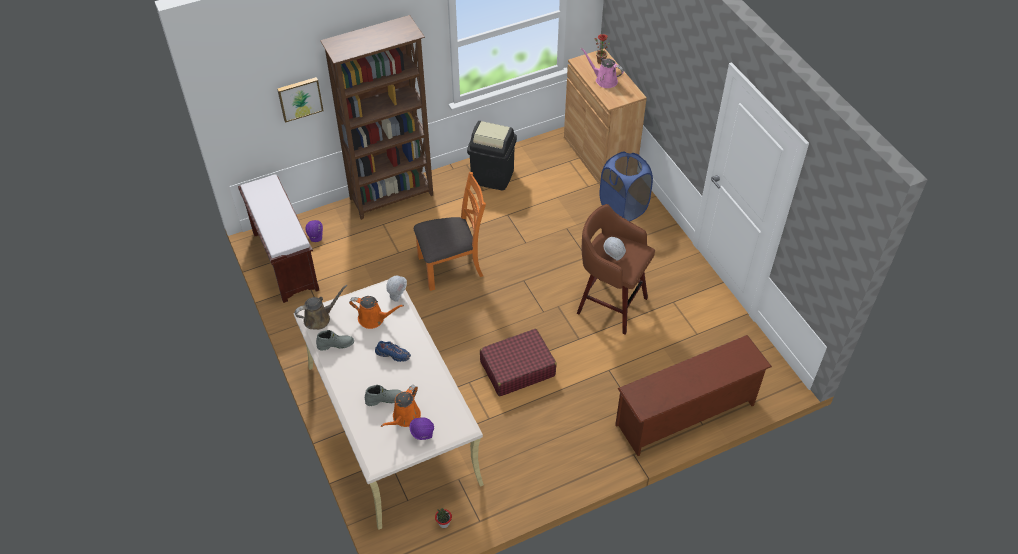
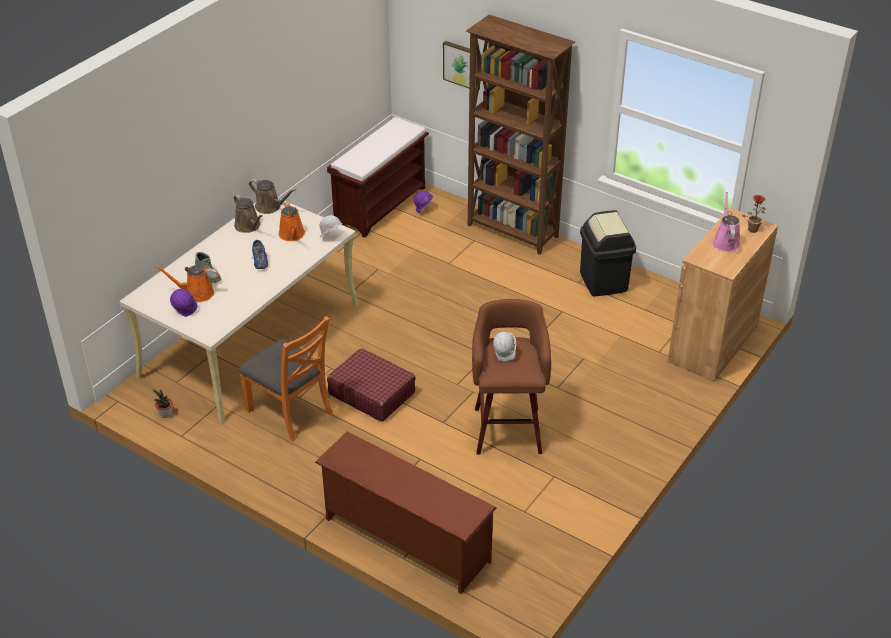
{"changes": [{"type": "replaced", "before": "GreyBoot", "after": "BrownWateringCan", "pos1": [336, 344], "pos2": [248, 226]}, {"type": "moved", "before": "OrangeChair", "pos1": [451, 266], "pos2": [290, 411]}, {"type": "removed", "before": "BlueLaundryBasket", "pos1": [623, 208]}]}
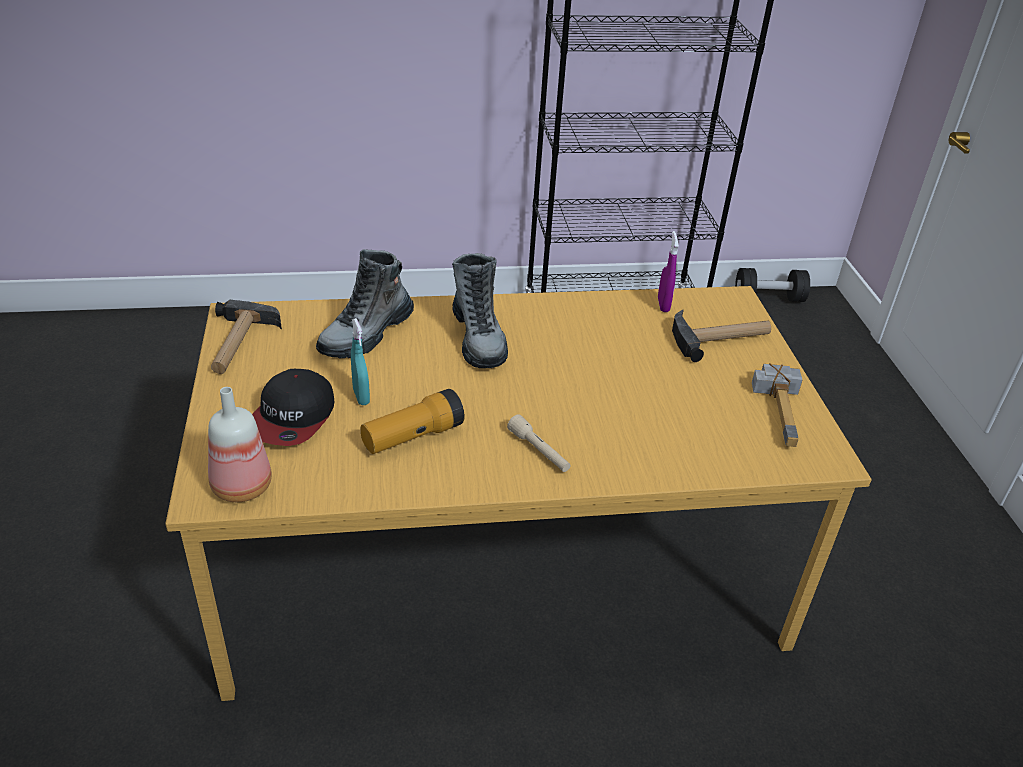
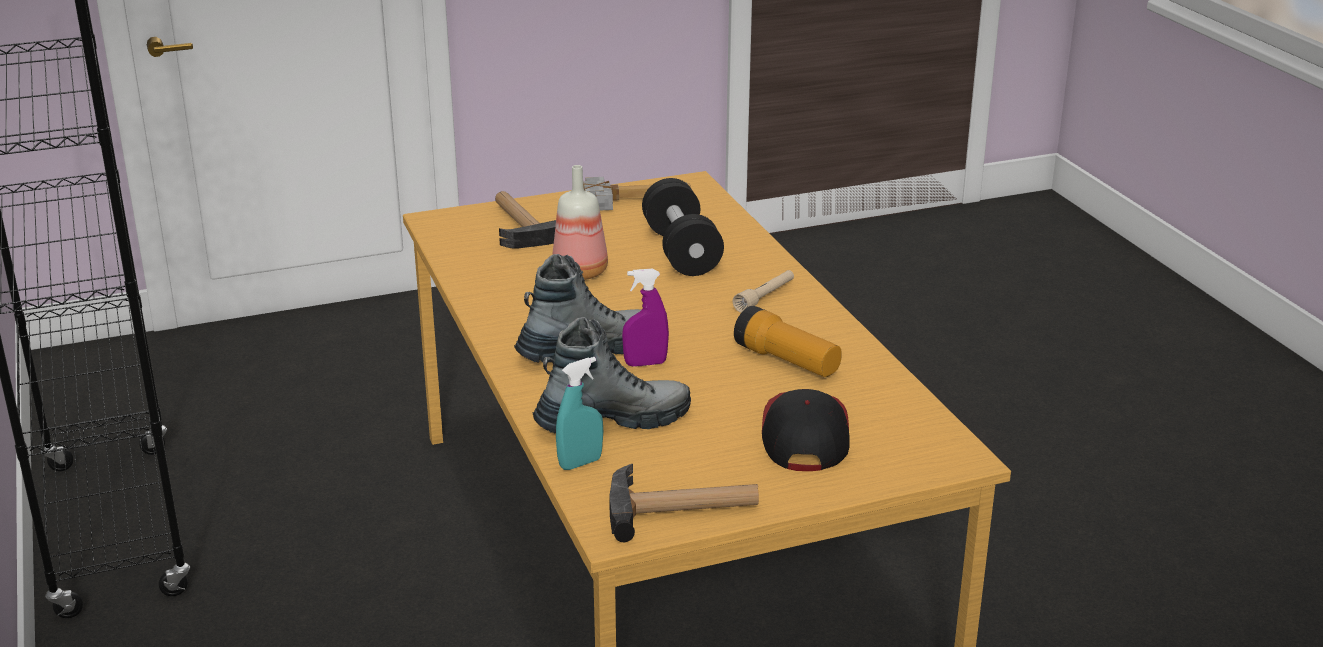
{"changes": [{"type": "moved", "before": "Bottle", "pos1": [241, 488], "pos2": [582, 272]}, {"type": "turned", "before": "Cap", "pos1": [292, 418], "pos2": [804, 435], "turn": -90}, {"type": "turned", "before": "Boot", "pos1": [366, 334], "pos2": [613, 420], "turn": -45}, {"type": "moved", "before": "TurquoiseSprayBottle", "pos1": [361, 396], "pos2": [580, 463]}, {"type": "moved", "before": "PurpleSprayBottle", "pos1": [663, 305], "pos2": [645, 363]}, {"type": "moved", "before": "BlackDumbbell", "pos1": [768, 298], "pos2": [681, 251]}]}
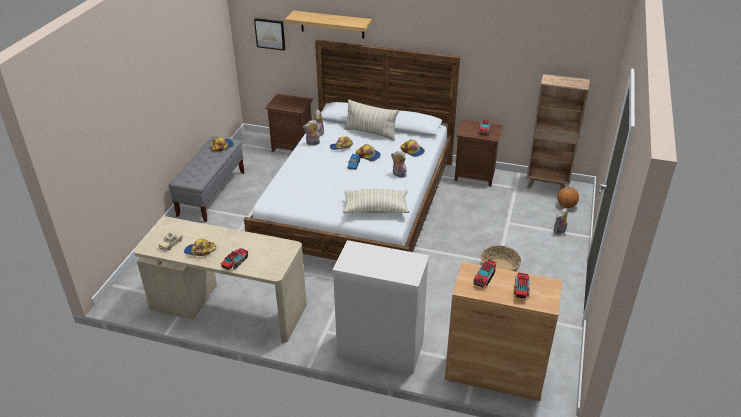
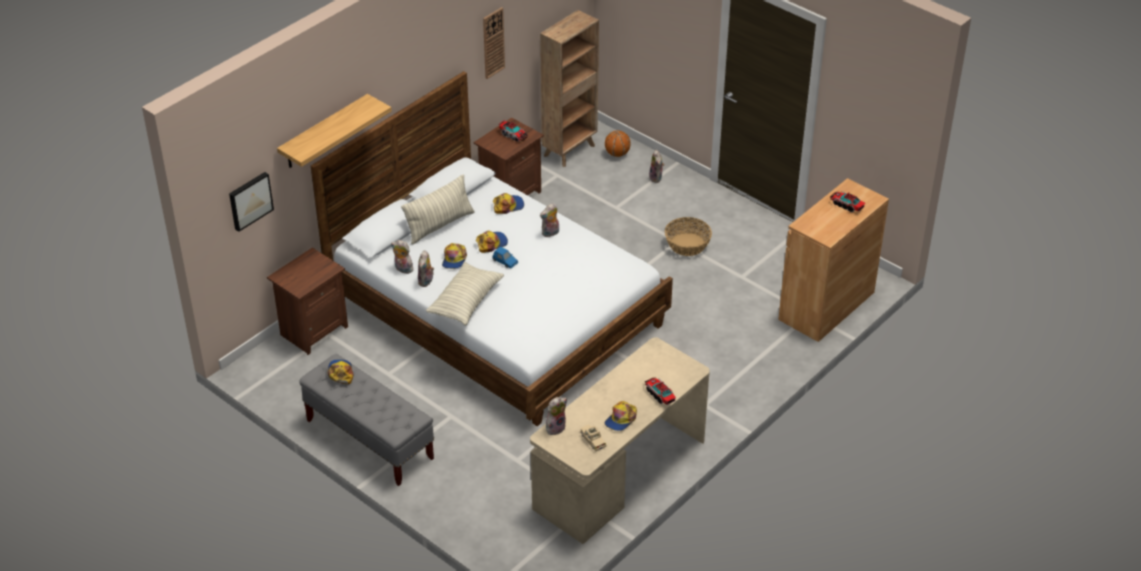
{"changes": [{"type": "removed", "before": "WhiteDresser", "pos1": [379, 348]}, {"type": "moved", "before": "Pillow", "pos1": [376, 209], "pos2": [465, 302]}, {"type": "removed", "before": "ToyTruck", "pos1": [484, 278]}, {"type": "added", "after": "WallClock", "pos2": [493, 43]}, {"type": "added", "after": "PlushToy", "pos2": [555, 427]}]}
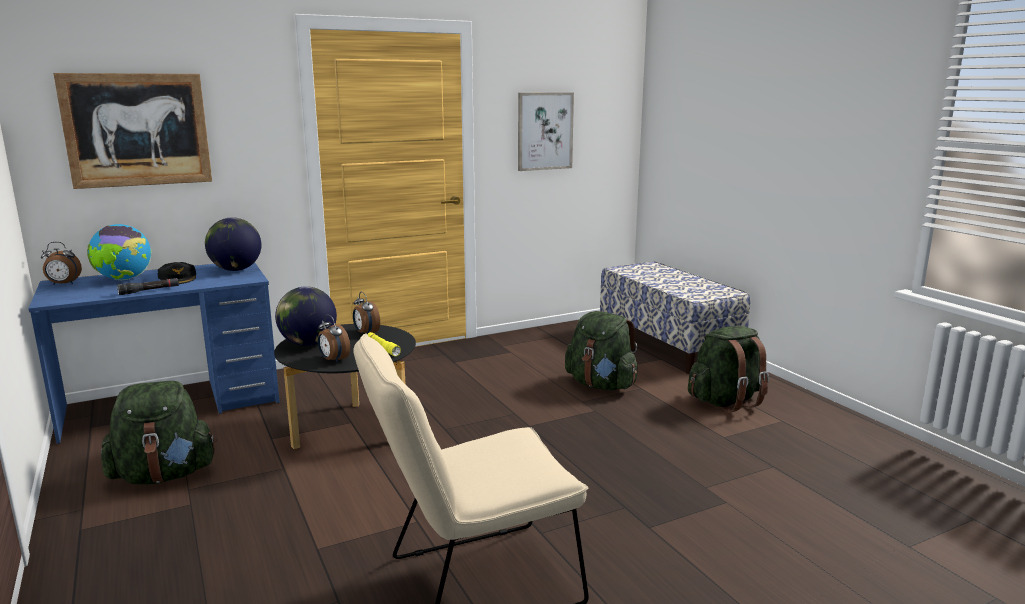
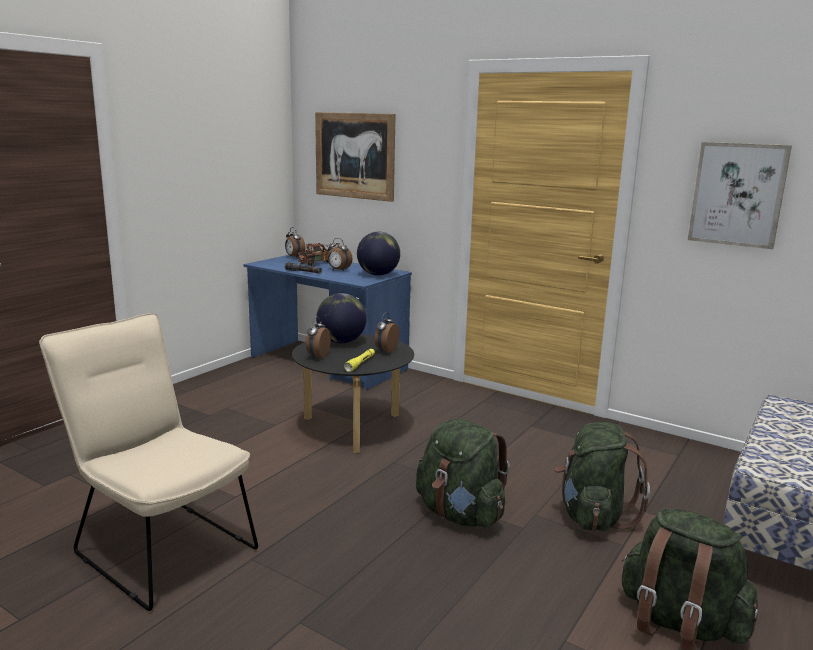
{"changes": [{"type": "replaced", "before": "Globe", "after": "ToyTruck", "pos1": [124, 279], "pos2": [320, 263]}, {"type": "moved", "before": "GreenBackpack", "pos1": [164, 475], "pos2": [460, 514]}, {"type": "replaced", "before": "BlackCap", "after": "AlarmClock", "pos1": [178, 278], "pos2": [338, 270]}]}
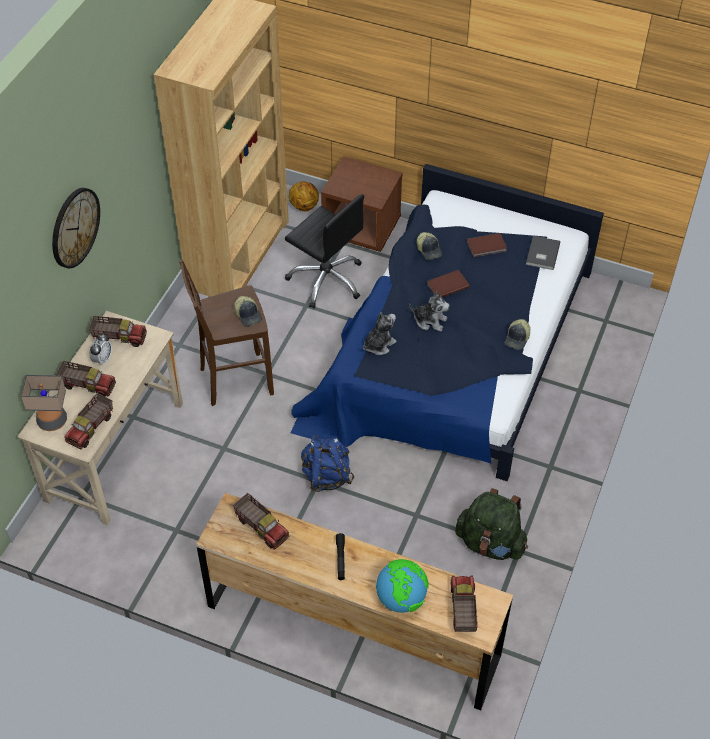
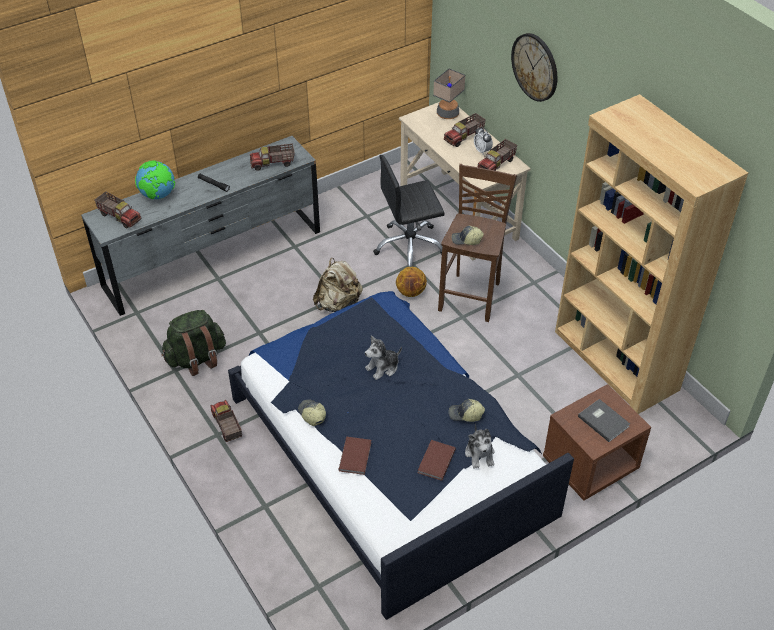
{"changes": [{"type": "moved", "before": "ToyTruck", "pos1": [91, 428], "pos2": [226, 426]}, {"type": "recoloured", "before": "BrownDresser", "after": "GreyDresser", "pos1": [352, 630], "pos2": [213, 259]}, {"type": "moved", "before": "BlackOfficeChair", "pos1": [326, 279], "pos2": [409, 247]}, {"type": "moved", "before": "Basketball", "pos1": [304, 206], "pos2": [411, 292]}, {"type": "recoloured", "before": "BlueBackpack", "after": "BeigeBackpack", "pos1": [326, 476], "pos2": [338, 303]}, {"type": "moved", "before": "PlushToy", "pos1": [378, 344], "pos2": [480, 454]}, {"type": "moved", "before": "BrownBook", "pos1": [447, 285], "pos2": [356, 456]}, {"type": "moved", "before": "GreyBook", "pos1": [541, 254], "pos2": [603, 420]}]}
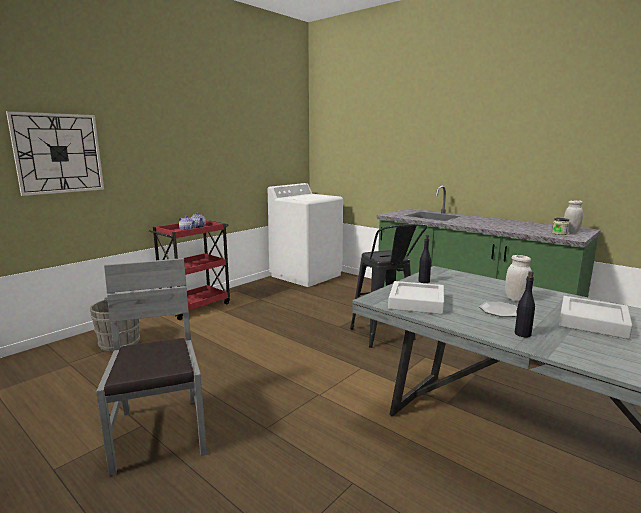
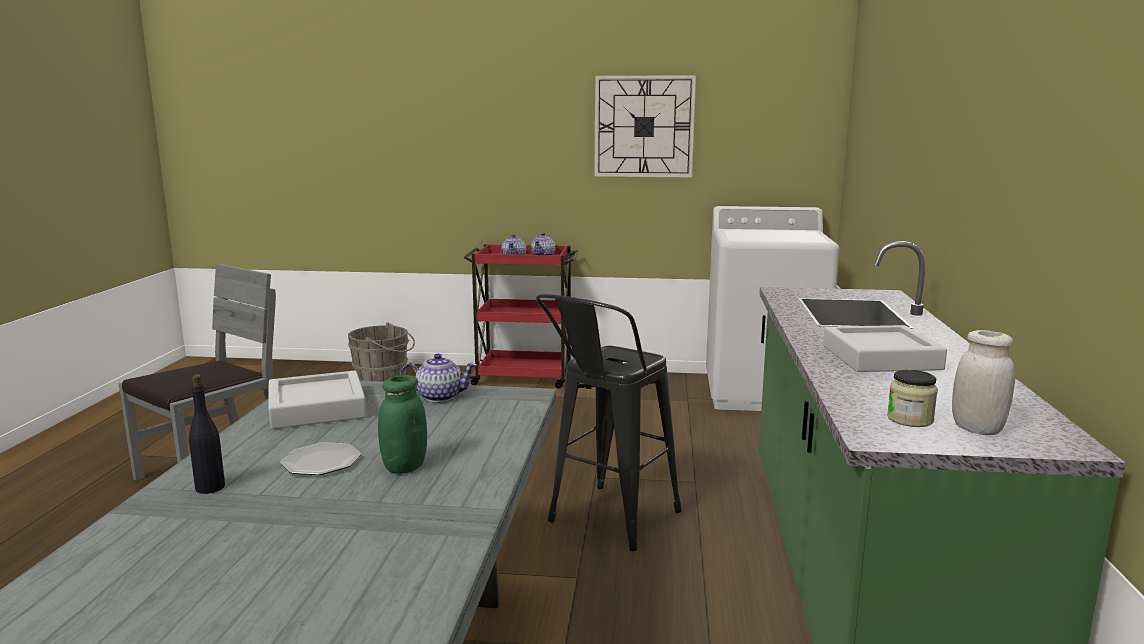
{"changes": [{"type": "moved", "before": "WallClock", "pos1": [58, 153], "pos2": [644, 126]}, {"type": "replaced", "before": "BlackBottle", "after": "Teapot", "pos1": [424, 281], "pos2": [439, 396]}, {"type": "recoloured", "before": "WhiteJar", "after": "GreenJar", "pos1": [516, 299], "pos2": [404, 467]}, {"type": "moved", "before": "GreyTray", "pos1": [592, 322], "pos2": [880, 357]}]}
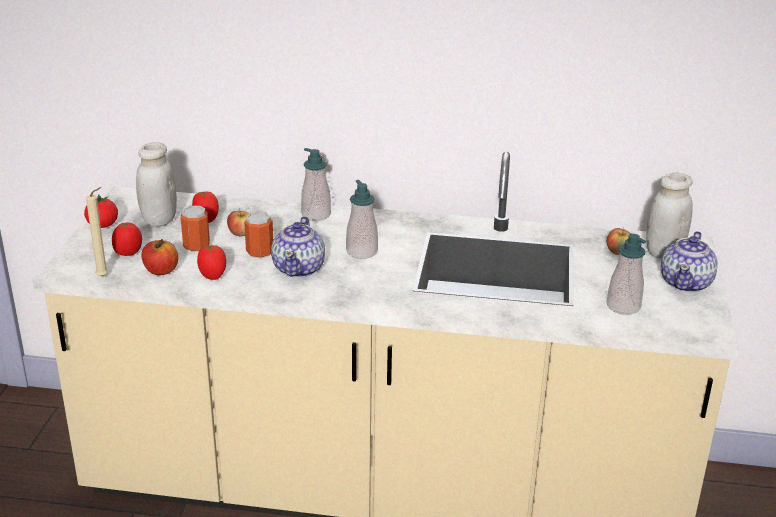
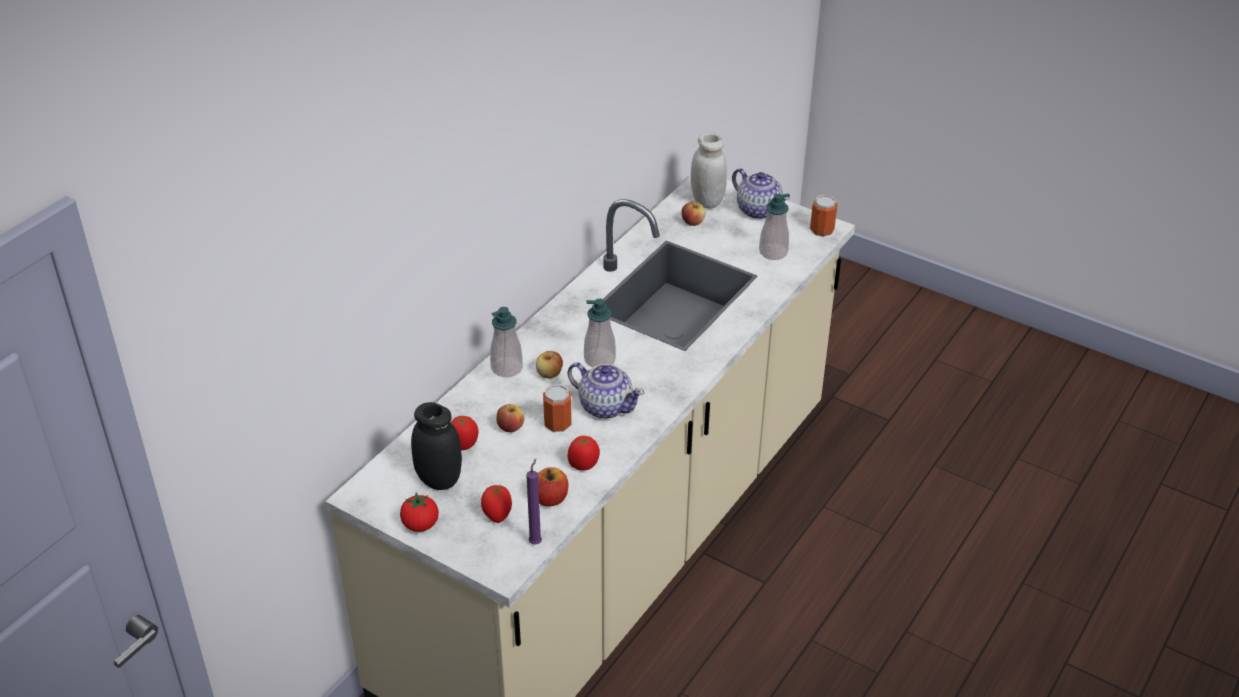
{"changes": [{"type": "recoloured", "before": "BeigeCandle", "after": "PurpleCandle", "pos1": [104, 276], "pos2": [536, 541]}, {"type": "recoloured", "before": "WhiteJar", "after": "BlackJar", "pos1": [159, 220], "pos2": [439, 479]}, {"type": "moved", "before": "Can", "pos1": [196, 246], "pos2": [822, 230]}, {"type": "added", "after": "Apple", "pos2": [549, 374]}]}
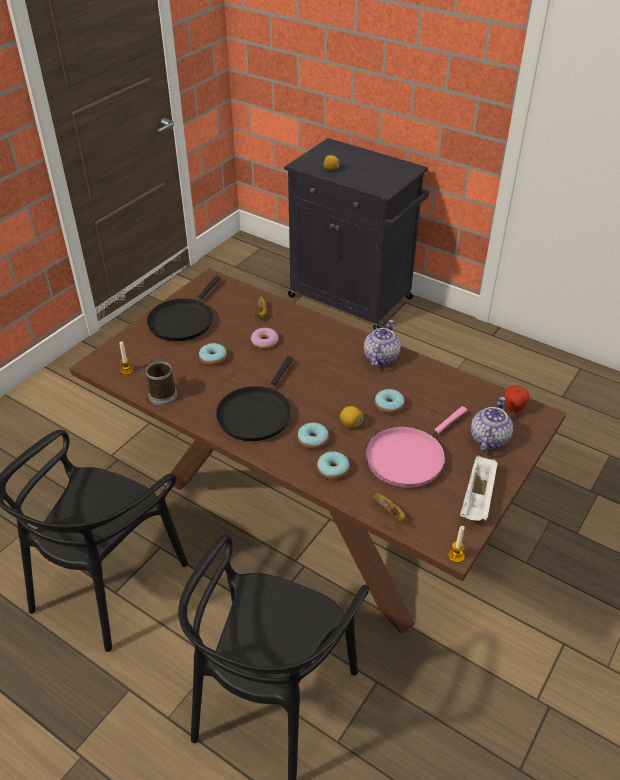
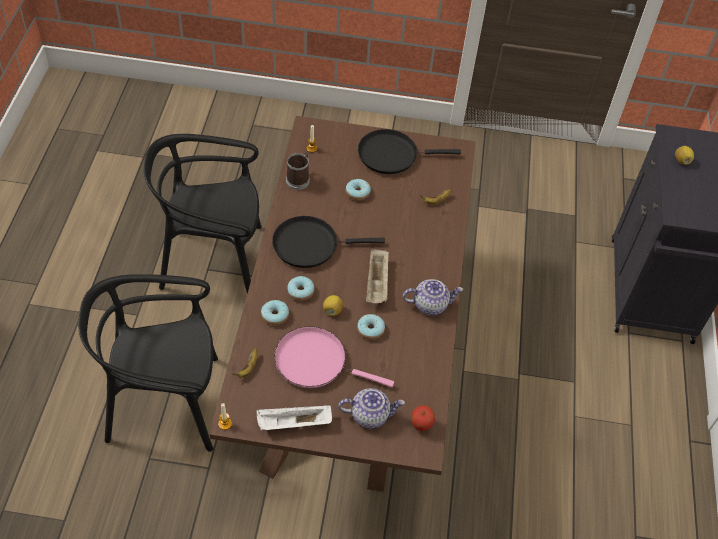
{"changes": [{"type": "removed", "before": "Donut", "pos1": [264, 341]}, {"type": "added", "after": "BeigeTray", "pos2": [377, 284]}]}
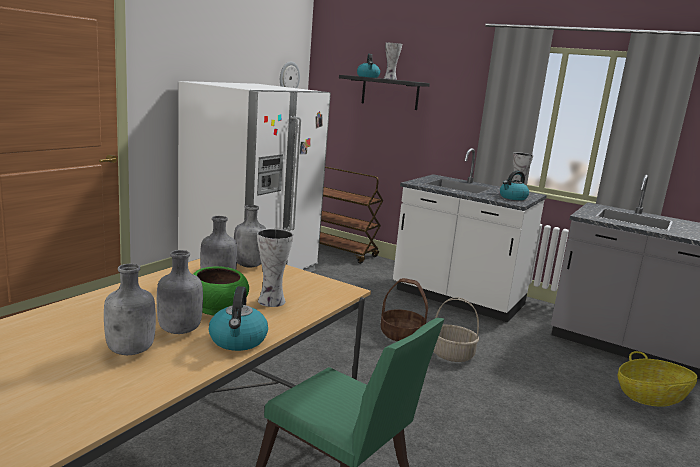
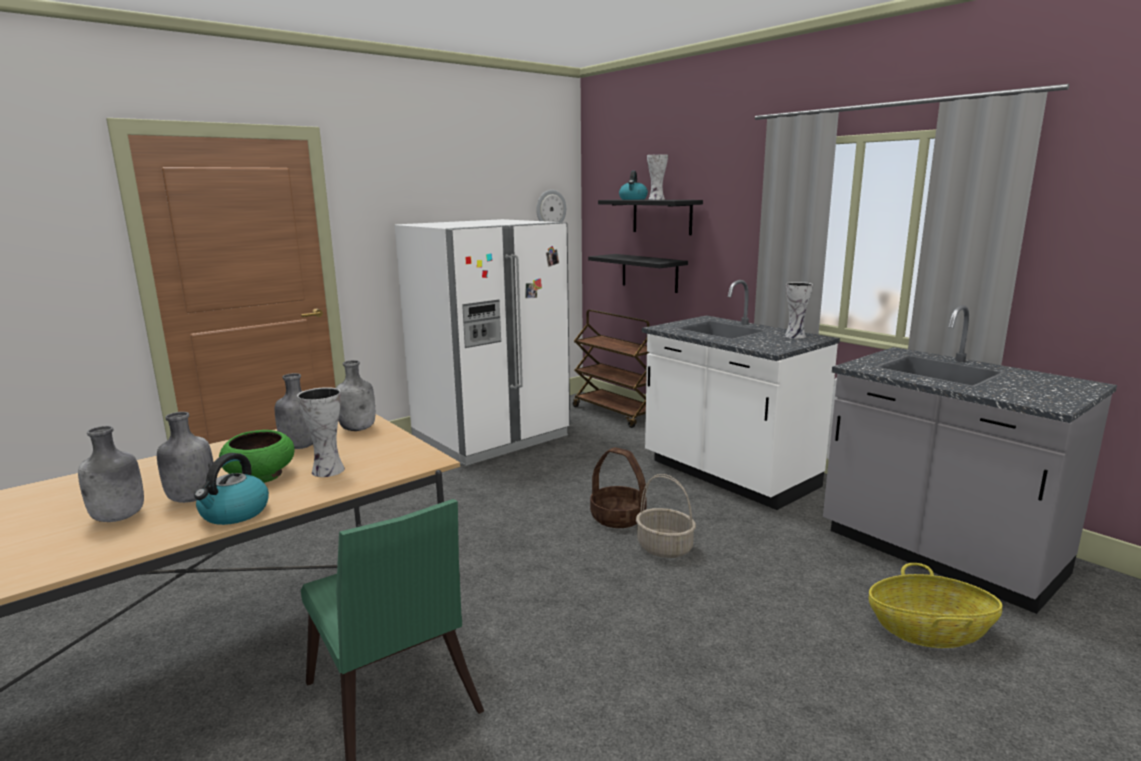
{"changes": [{"type": "removed", "before": "Kettle", "pos1": [513, 197]}, {"type": "added", "after": "BlackShelf", "pos2": [649, 273]}]}
